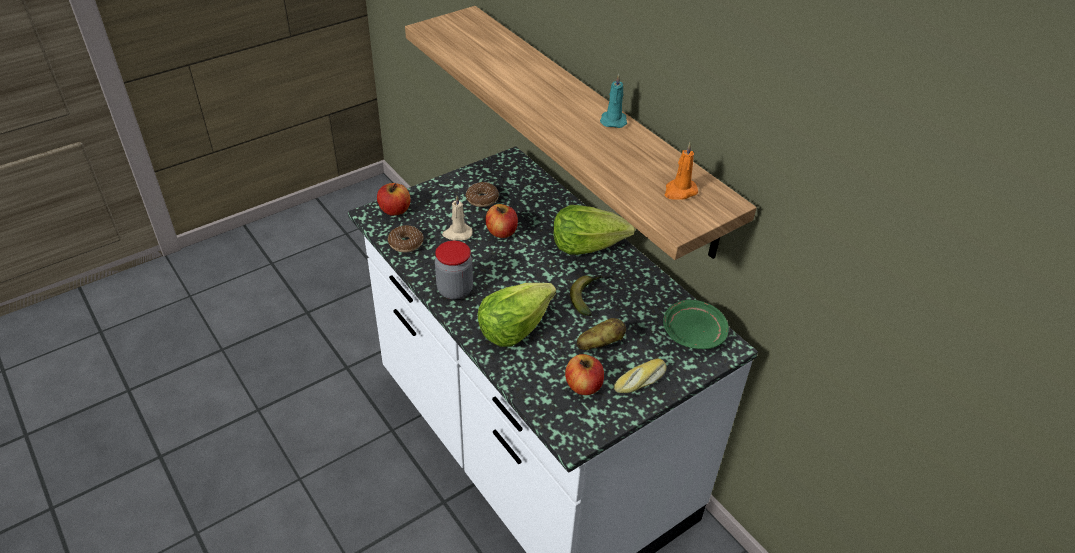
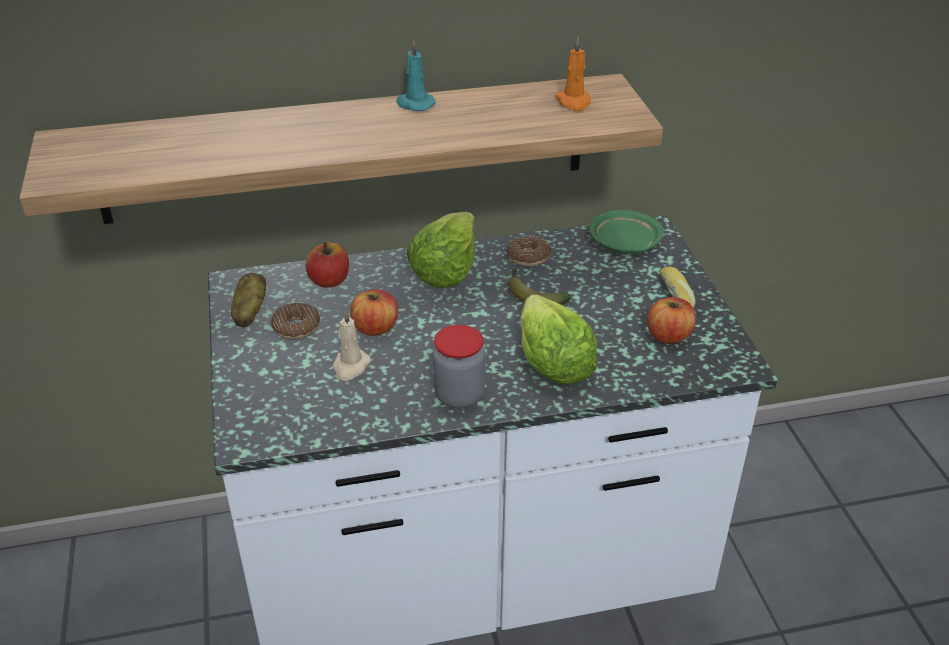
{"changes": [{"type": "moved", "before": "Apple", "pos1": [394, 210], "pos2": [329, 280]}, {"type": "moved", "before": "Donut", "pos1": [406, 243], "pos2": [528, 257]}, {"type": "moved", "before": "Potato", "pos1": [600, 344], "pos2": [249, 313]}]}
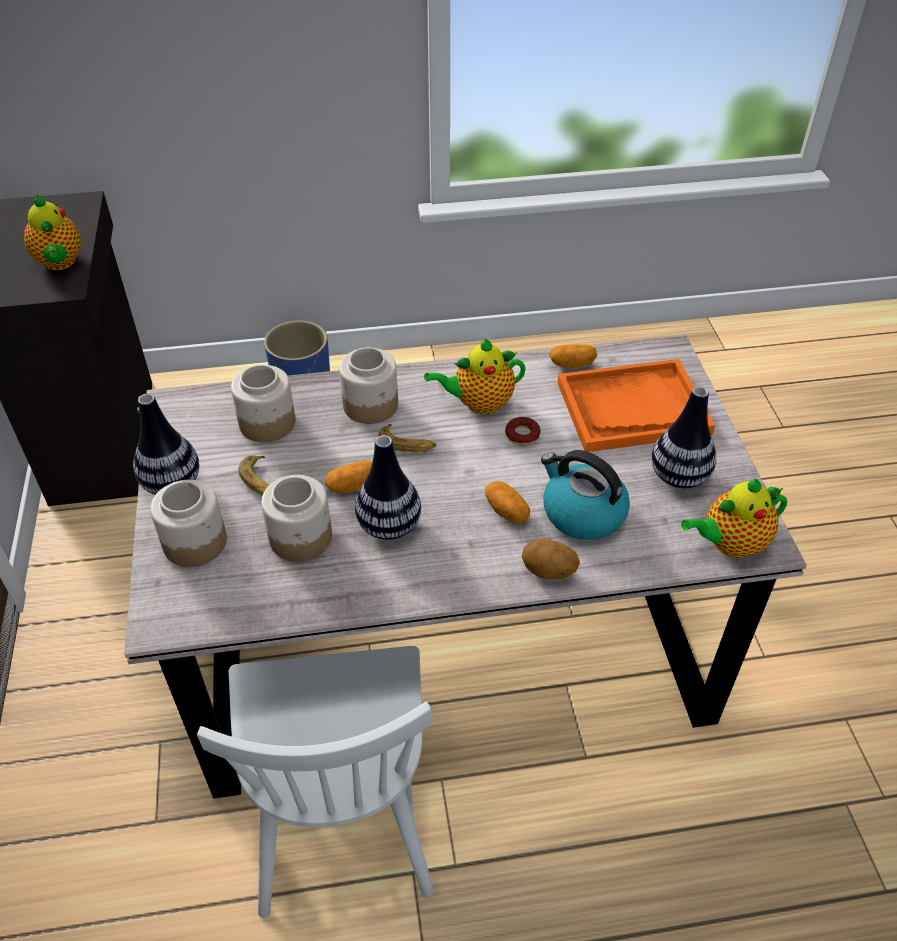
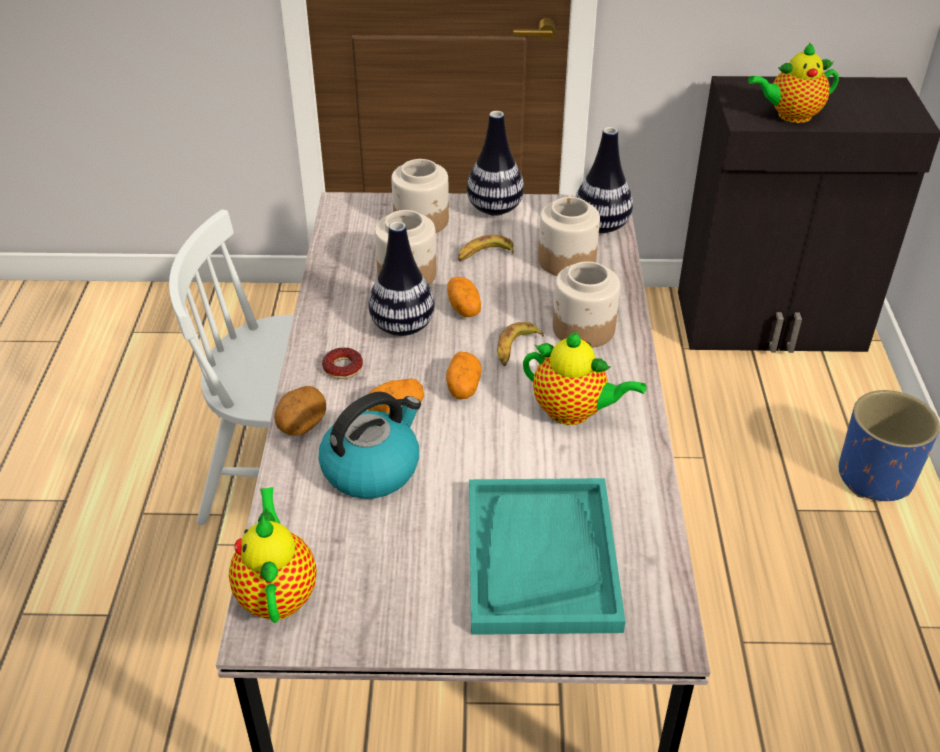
{"changes": [{"type": "turned", "before": "Teapot", "pos1": [479, 403], "pos2": [573, 412], "turn": 120}, {"type": "moved", "before": "Donut", "pos1": [522, 435], "pos2": [343, 368]}, {"type": "moved", "before": "Potato", "pos1": [572, 364], "pos2": [463, 387]}, {"type": "recoloured", "before": "OrangeTray", "after": "TurquoiseTray", "pos1": [632, 409], "pos2": [540, 557]}, {"type": "moved", "before": "Vase", "pos1": [678, 476], "pos2": [601, 226]}]}
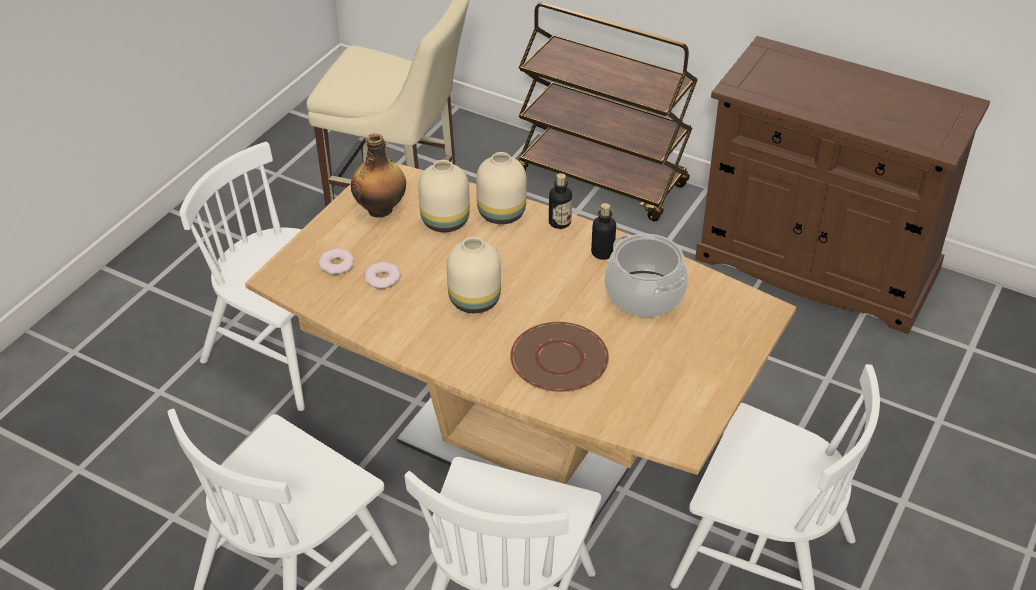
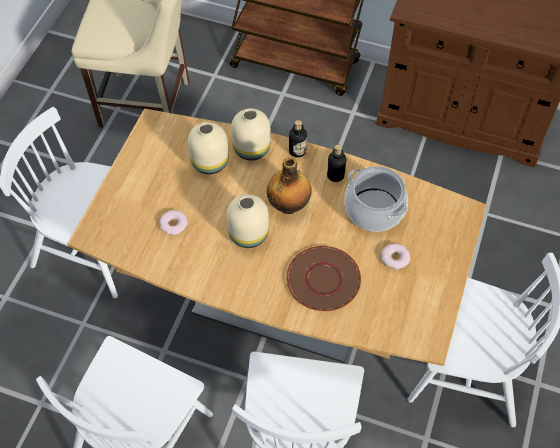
{"changes": [{"type": "moved", "before": "Donut", "pos1": [337, 265], "pos2": [395, 258]}, {"type": "moved", "before": "Bottle", "pos1": [381, 209], "pos2": [289, 205]}]}
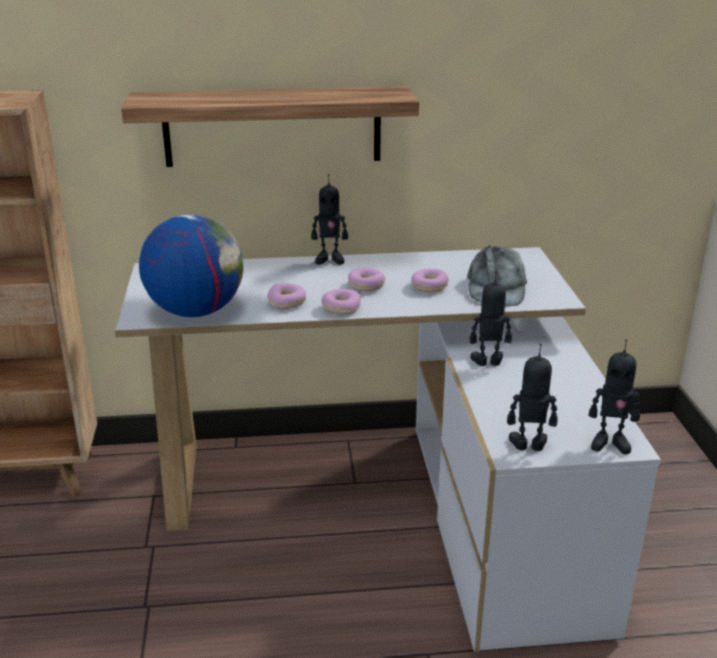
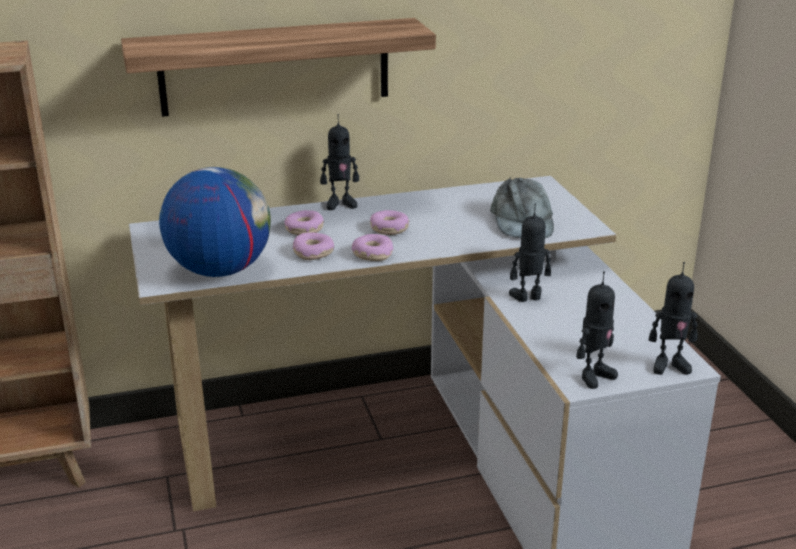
{"changes": [{"type": "moved", "before": "Donut", "pos1": [429, 287], "pos2": [304, 229]}, {"type": "turned", "before": "ToyRobot", "pos1": [528, 446], "pos2": [594, 376], "turn": 150}]}
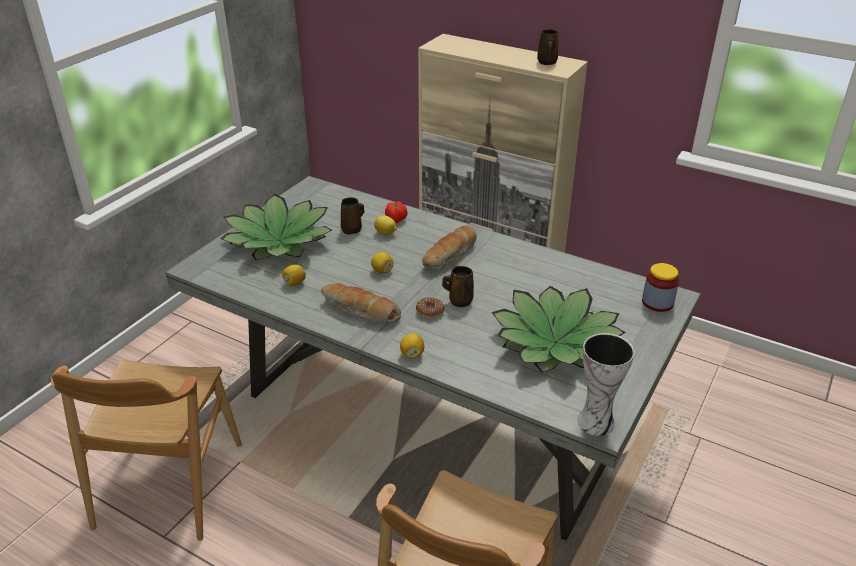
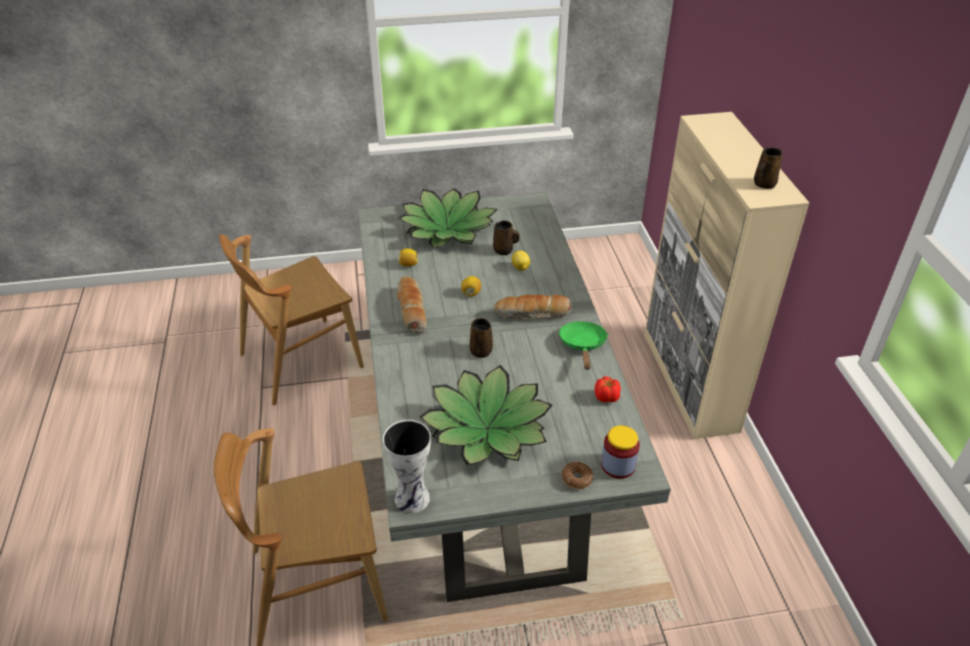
{"changes": [{"type": "moved", "before": "Tomato", "pos1": [396, 220], "pos2": [607, 397]}, {"type": "removed", "before": "Lemon", "pos1": [412, 354]}, {"type": "moved", "before": "Donut", "pos1": [430, 311], "pos2": [576, 479]}, {"type": "added", "after": "GreenFryingPan", "pos2": [583, 345]}]}
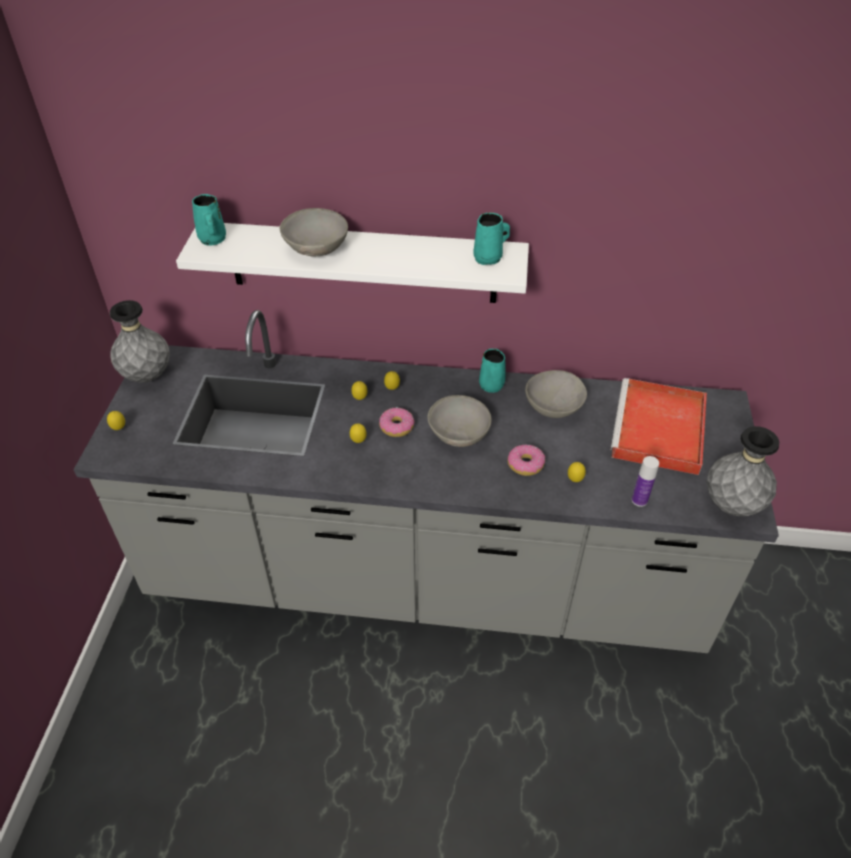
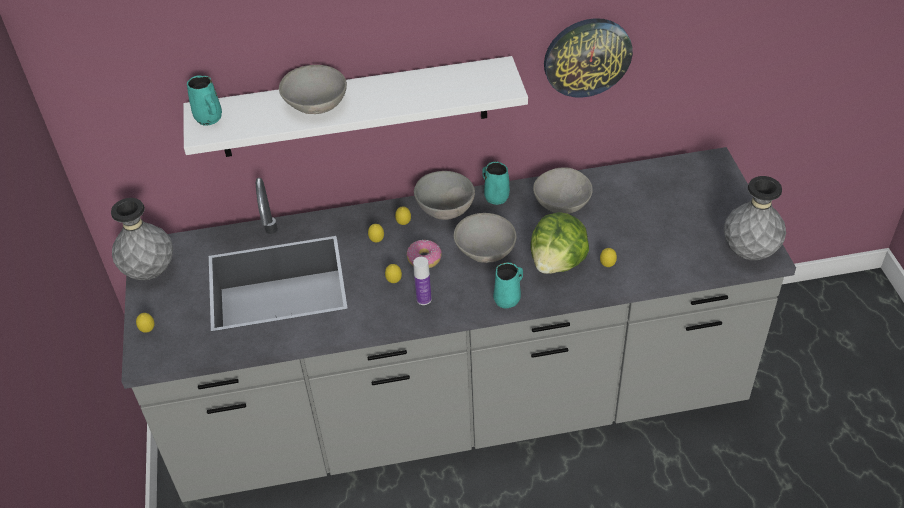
{"changes": [{"type": "moved", "before": "TurquoiseMug", "pos1": [489, 258], "pos2": [508, 299]}, {"type": "replaced", "before": "Donut", "after": "Lettuce", "pos1": [525, 464], "pos2": [558, 263]}, {"type": "removed", "before": "RedTray", "pos1": [659, 431]}, {"type": "moved", "before": "Bottle", "pos1": [639, 500], "pos2": [424, 299]}, {"type": "added", "after": "GreyBowl", "pos2": [445, 209]}, {"type": "added", "after": "WallClock", "pos2": [587, 57]}]}
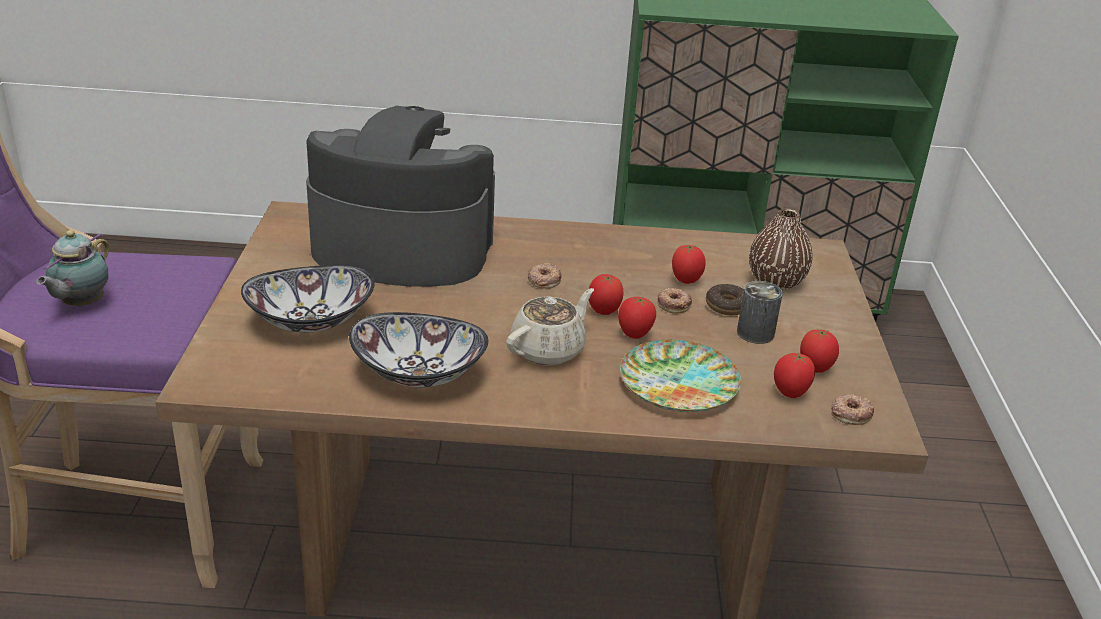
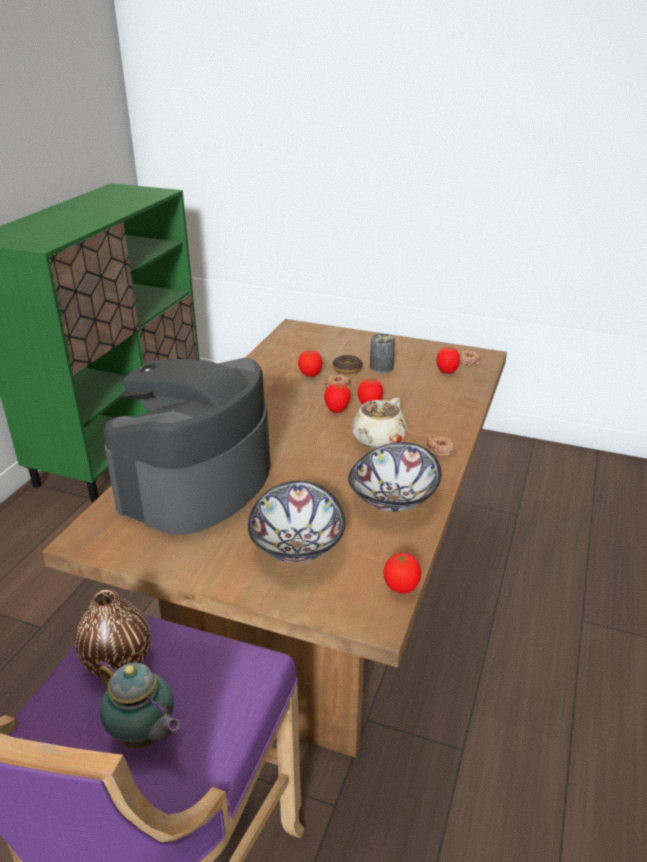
{"changes": [{"type": "turned", "before": "BeigeTeapot", "pos1": [549, 350], "pos2": [377, 439], "turn": -120}, {"type": "moved", "before": "Donut", "pos1": [544, 280], "pos2": [440, 449]}, {"type": "removed", "before": "Plate", "pos1": [678, 383]}, {"type": "moved", "before": "BrownVase", "pos1": [776, 281], "pos2": [118, 662]}, {"type": "moved", "before": "Tomato", "pos1": [815, 369], "pos2": [401, 588]}]}
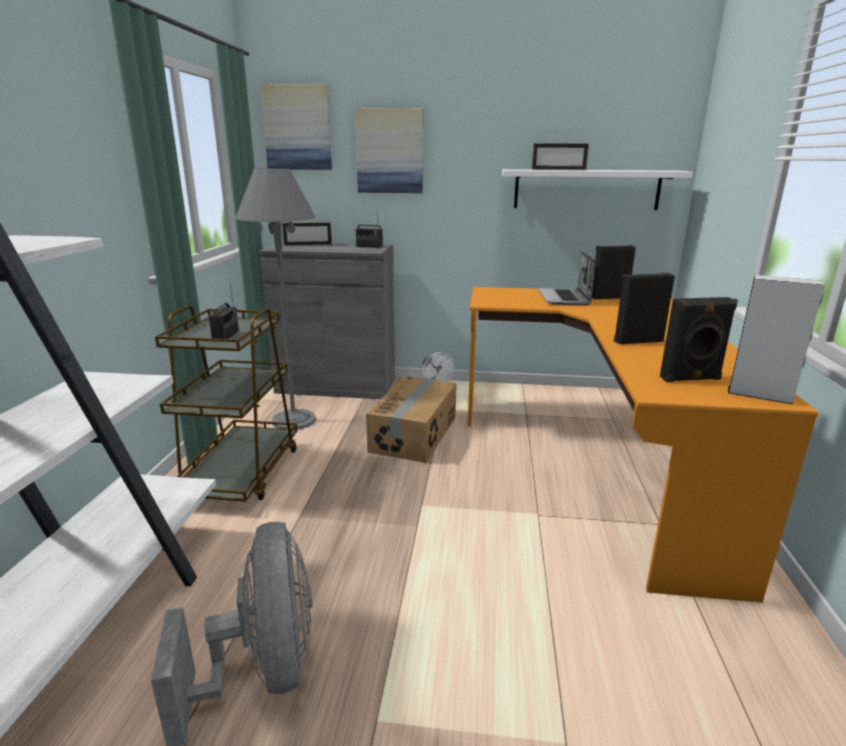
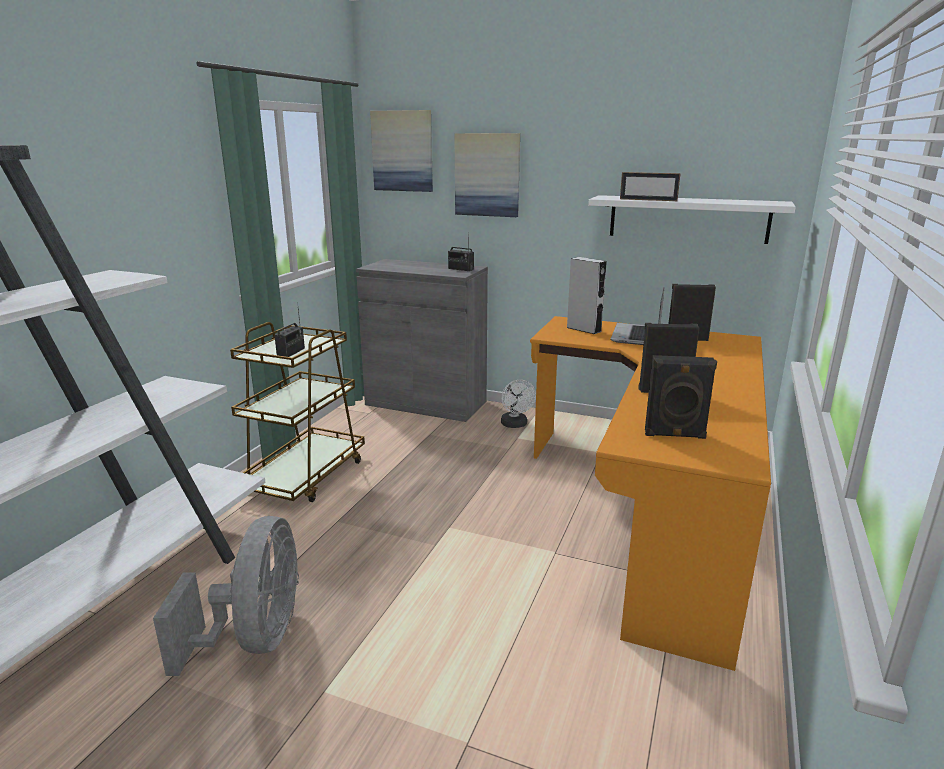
{"changes": [{"type": "removed", "before": "GreyFloorLamp", "pos1": [294, 420]}, {"type": "removed", "before": "PictureFrame", "pos1": [308, 245]}, {"type": "removed", "before": "CardboardBox", "pos1": [415, 434]}, {"type": "moved", "before": "GreySpeaker", "pos1": [759, 394], "pos2": [584, 329]}]}
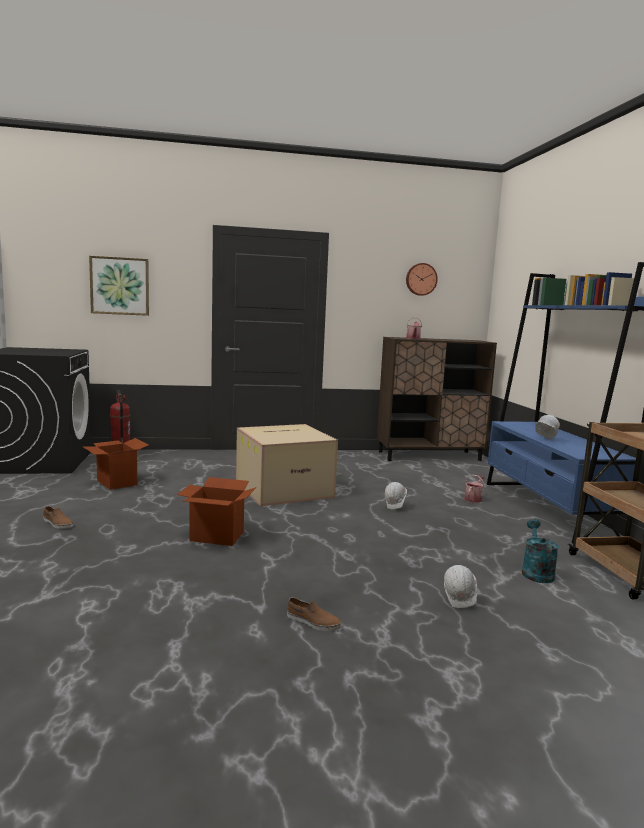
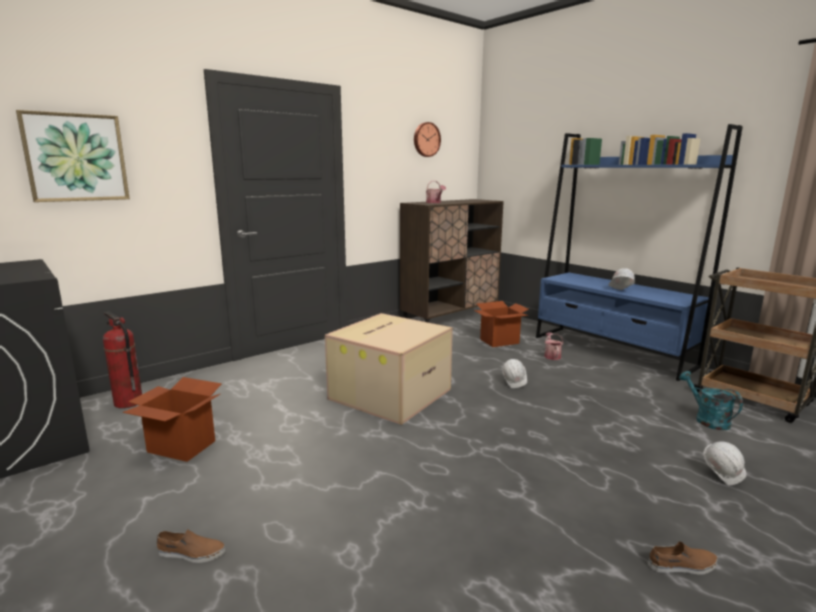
{"changes": [{"type": "moved", "before": "CardboardBox", "pos1": [216, 536], "pos2": [499, 341]}]}
